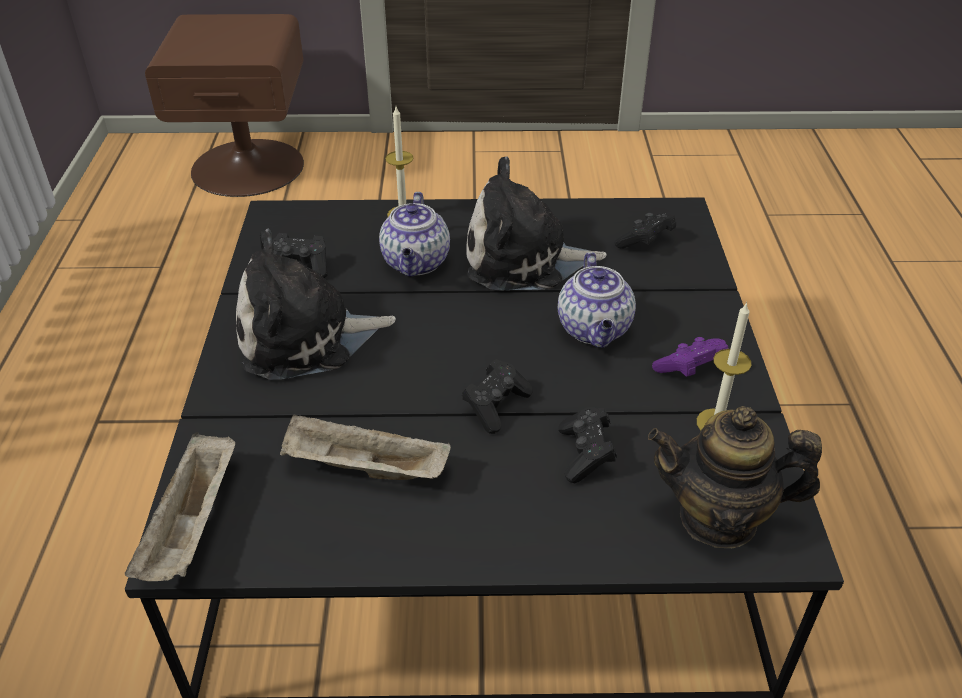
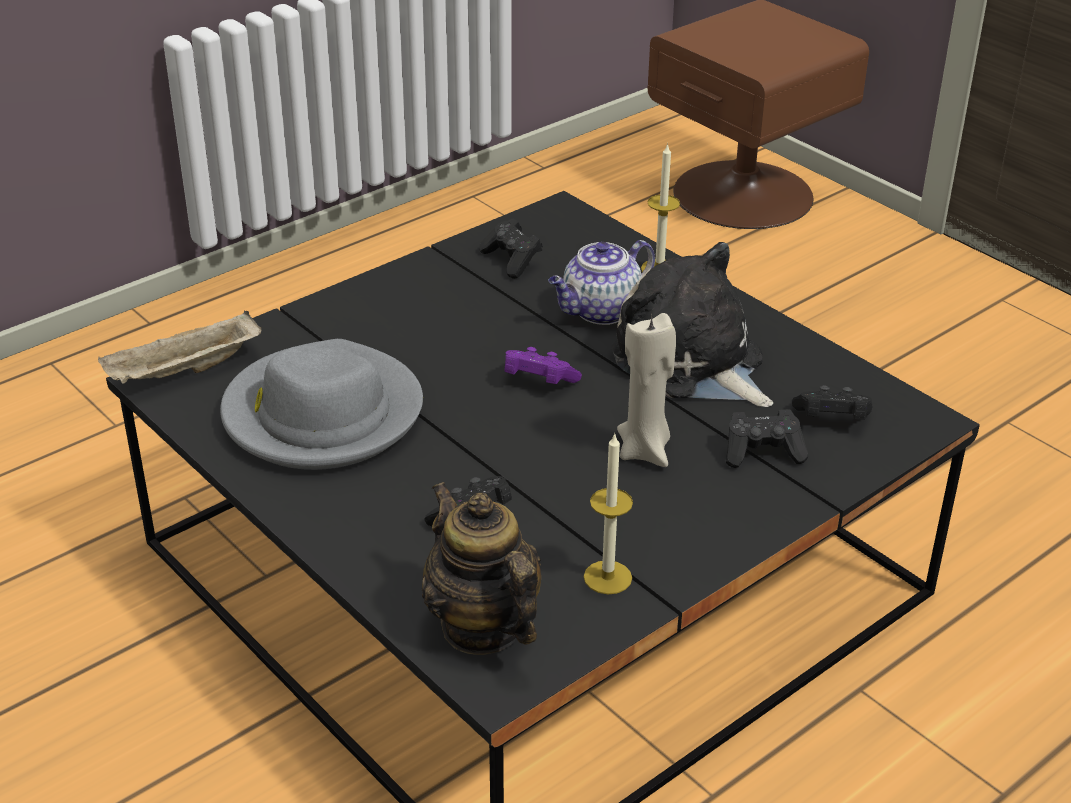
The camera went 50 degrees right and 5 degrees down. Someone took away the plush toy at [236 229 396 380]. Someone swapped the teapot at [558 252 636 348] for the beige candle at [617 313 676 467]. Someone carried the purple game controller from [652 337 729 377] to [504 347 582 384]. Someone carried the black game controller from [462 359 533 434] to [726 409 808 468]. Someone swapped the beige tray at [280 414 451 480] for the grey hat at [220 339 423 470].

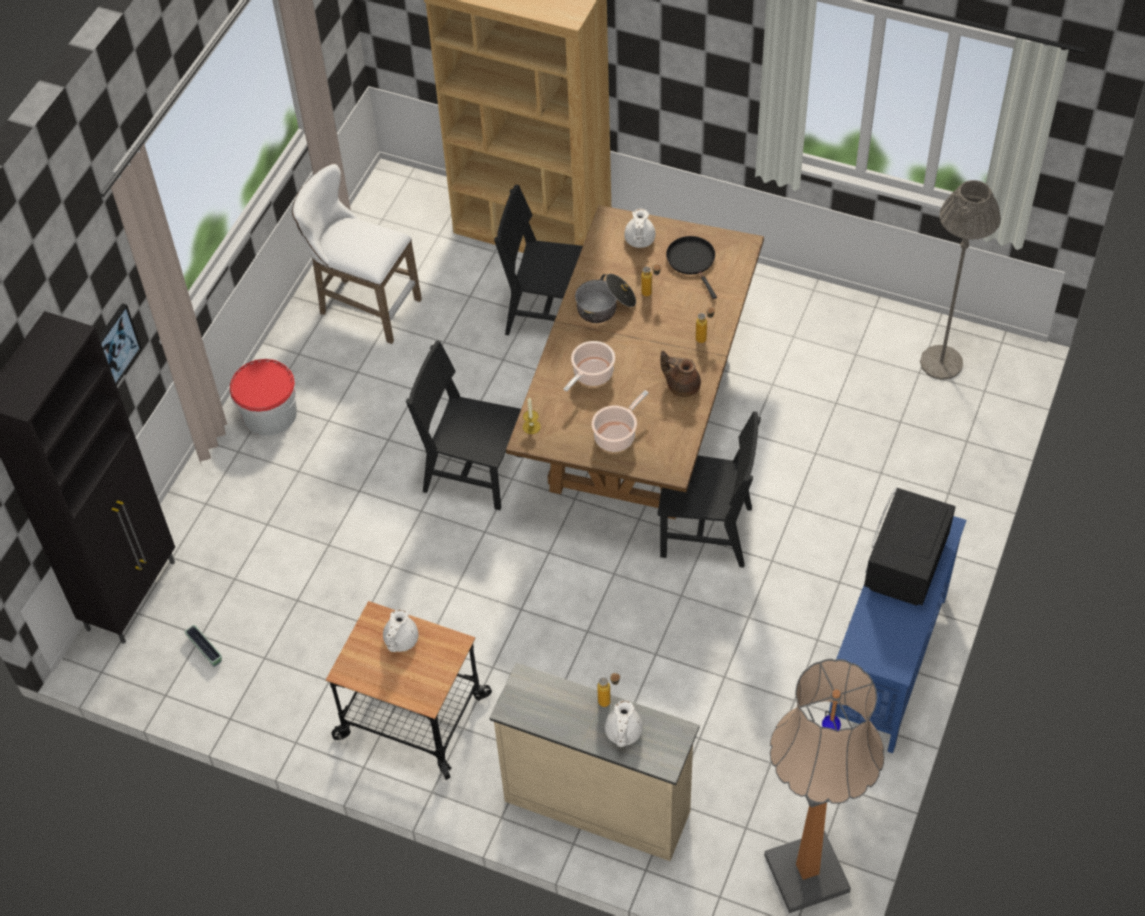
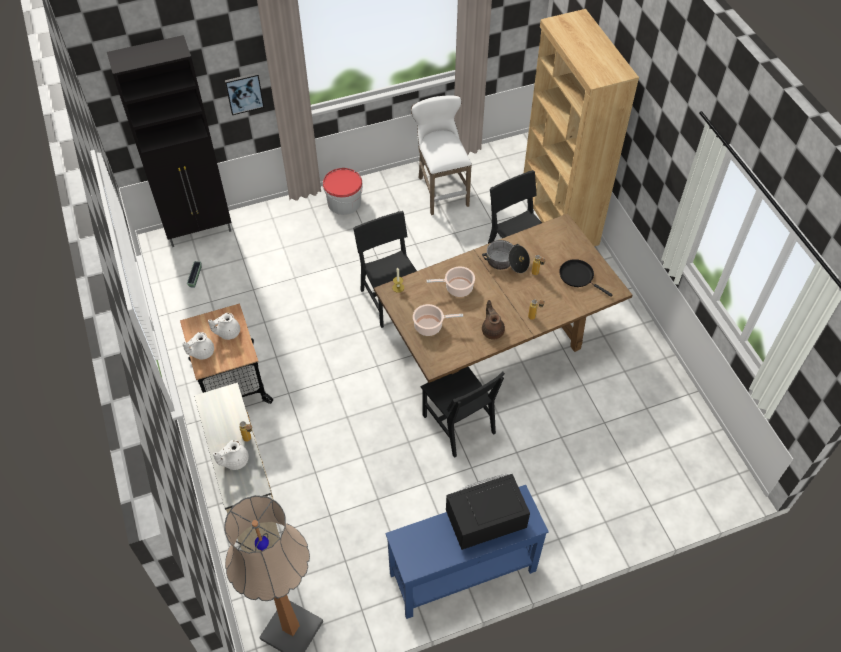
The camera went 45 degrees right and 0 degrees up. Someone took away the grey floor lamp at [920 180 1001 380]. Someone carried the white teapot from [624 209 655 248] to [182 332 214 360]. Someone rotated the black frying pan at [666 236 717 299] by 75 degrees counterclockwise.

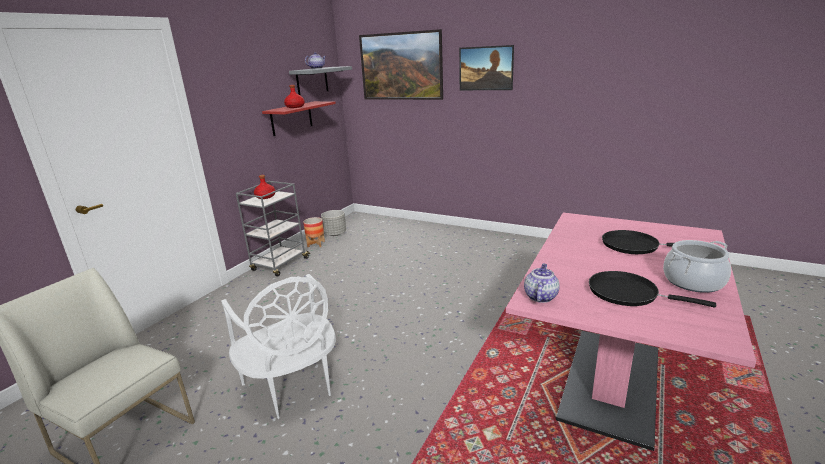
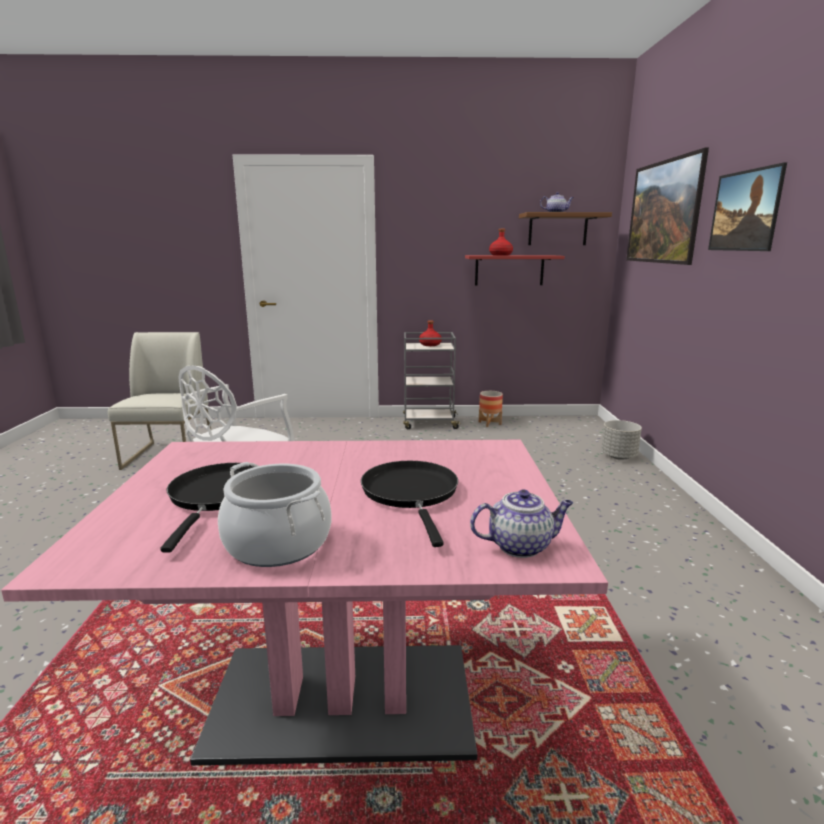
The camera went 60 degrees right and 5 degrees down. Someone repainted the grey shelf at [289 66 352 96], which became the brown shelf at [519 212 612 245]. Someone carried the grey planter from [321 210 346 236] to [601 420 642 460]. Someone carried the teapot from [524 263 559 303] to [470 489 573 558].

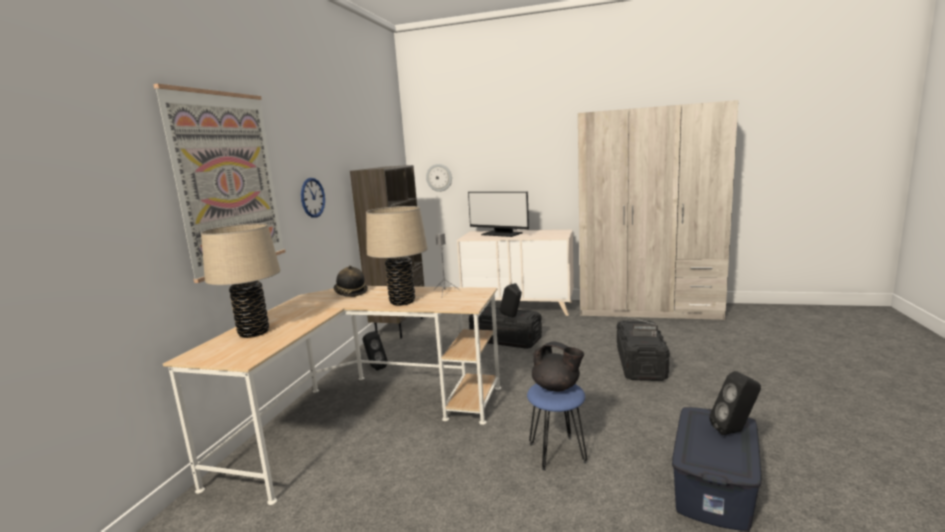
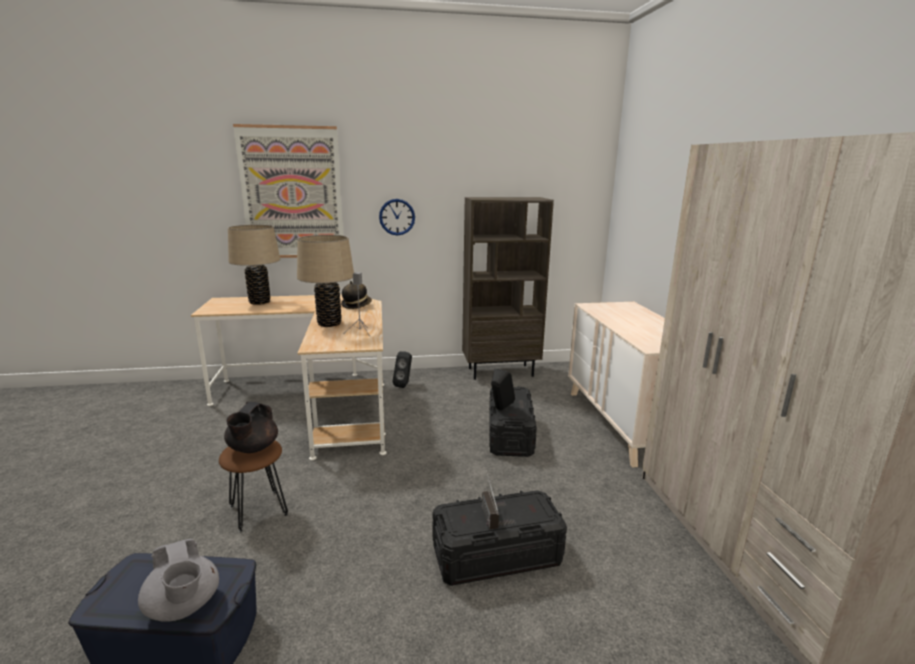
The camera went 65 degrees right and 5 degrees up. Someone took away the wall clock at [426 164 452 192]. Someone took away the monitor at [468 192 529 237]. Someone swapped the black speaker at [709 371 761 435] for the grey teapot at [138 539 219 622]. Someone repainted the blue stool at [527 383 587 471], which became the brown stool at [219 440 288 532].

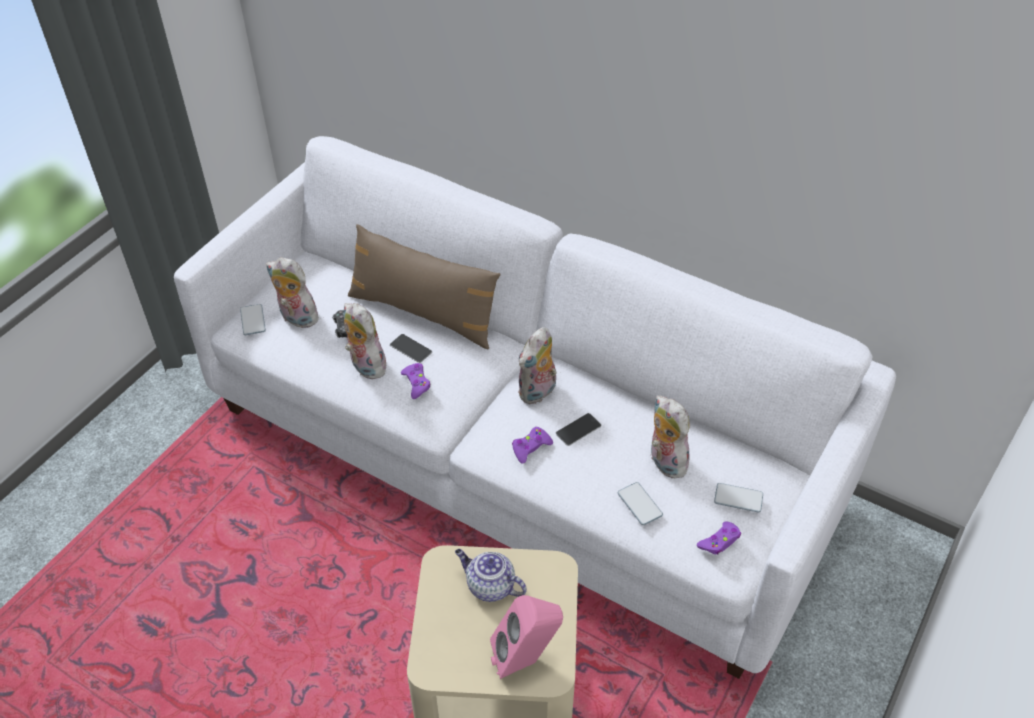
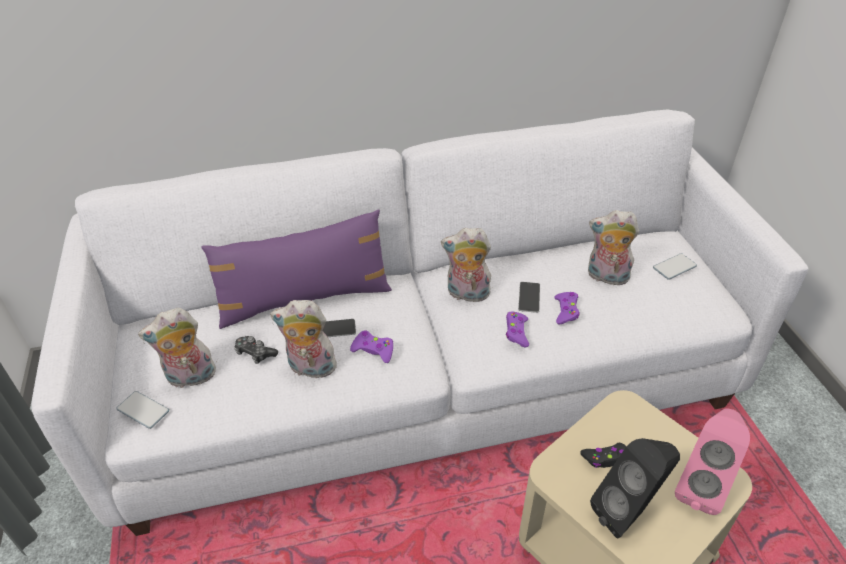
The camera went 45 degrees left and 5 degrees down. Someone repainted the brown pillow at [348 224 500 349], which became the purple pillow at [201 210 392 329]. Someone rotated the plush toy at [518 327 557 404] by 105 degrees clockwise. Someone took away the phone at [618 482 663 525]. Someone carried the purple game controller from [697 521 741 555] to [554 292 580 324]. Someone swapped the teapot at [455 549 527 602] for the black game controller at [580 443 626 468]. Someone put down the black speaker at [590 438 680 538].

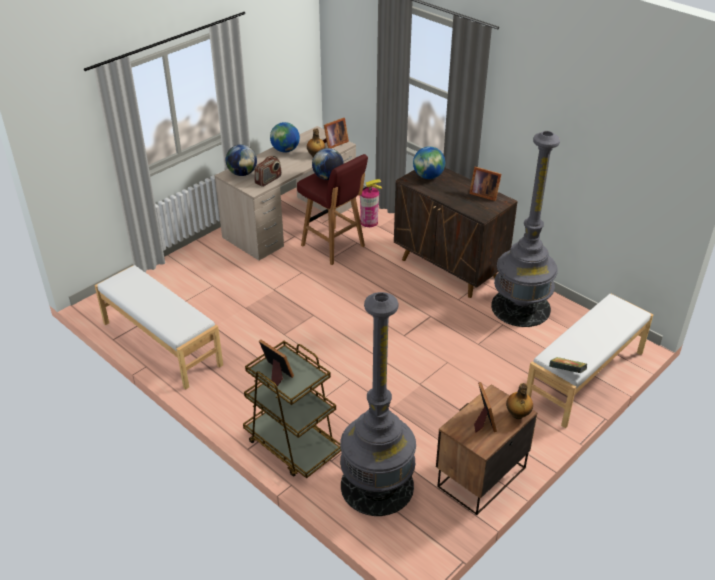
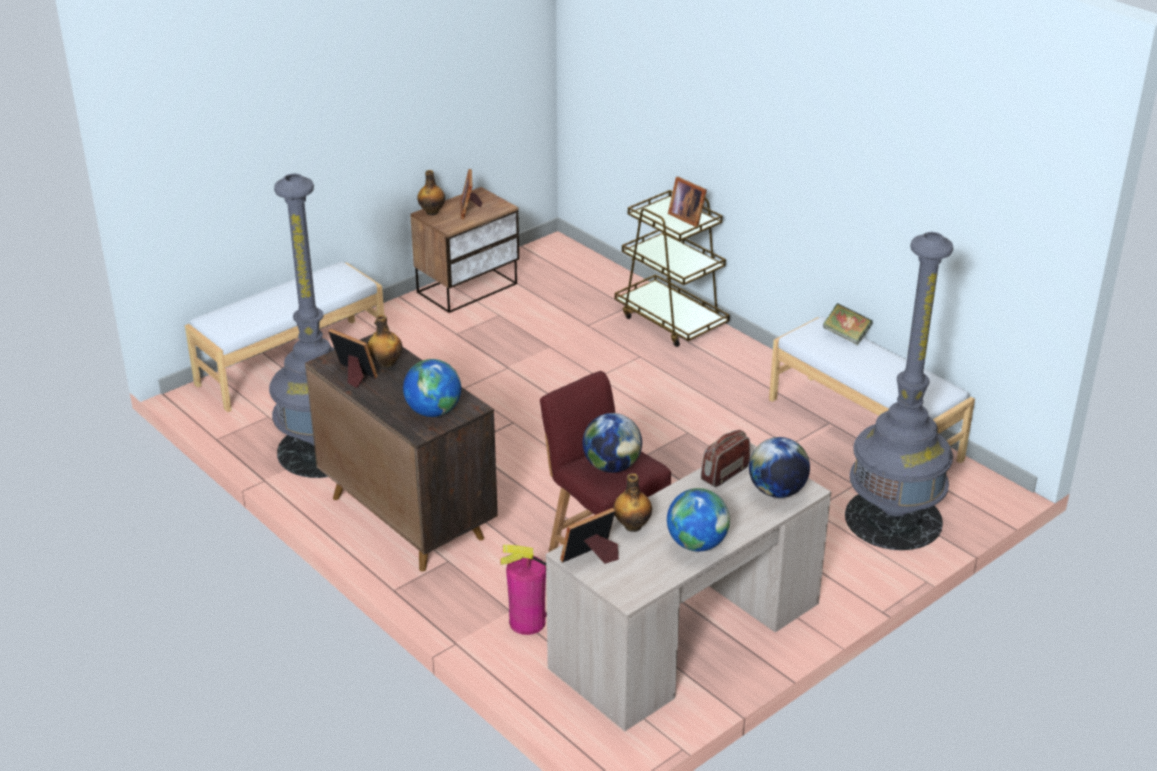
The camera went 175 degrees left and 5 degrees down. Someone carried the grey floor lamp from [340 292 416 516] to [845 232 953 550]. Someone carried the book from [549 357 587 373] to [823 303 872 345]. Someone put down the bottle at [367 315 403 368].

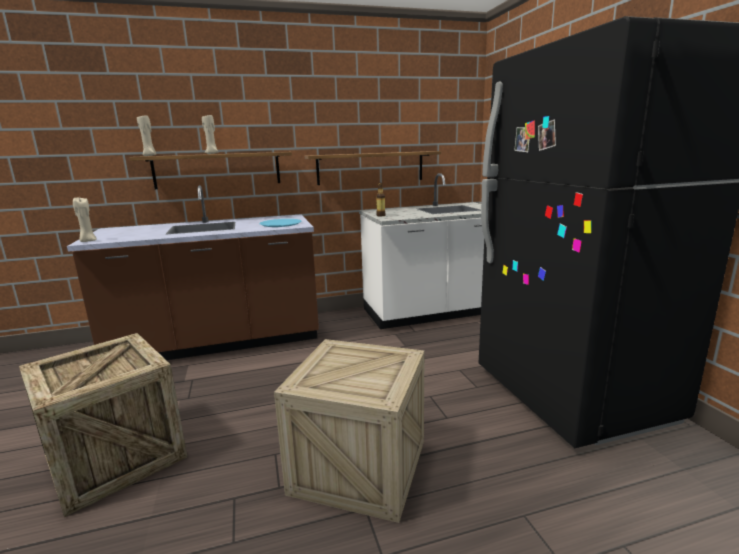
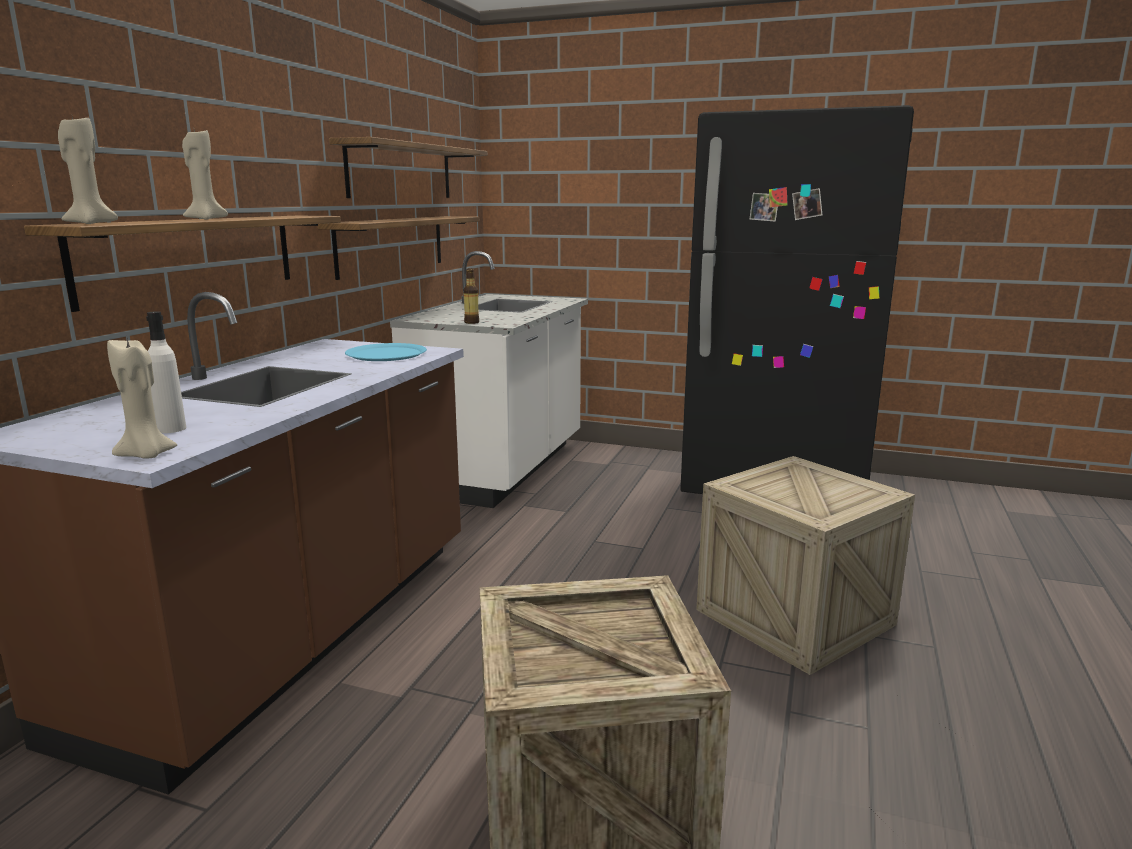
The camera went 55 degrees left and 0 degrees up. Someone put up the shelf at [329 137 488 198]. Someone put down the white bottle at [146 311 186 433].

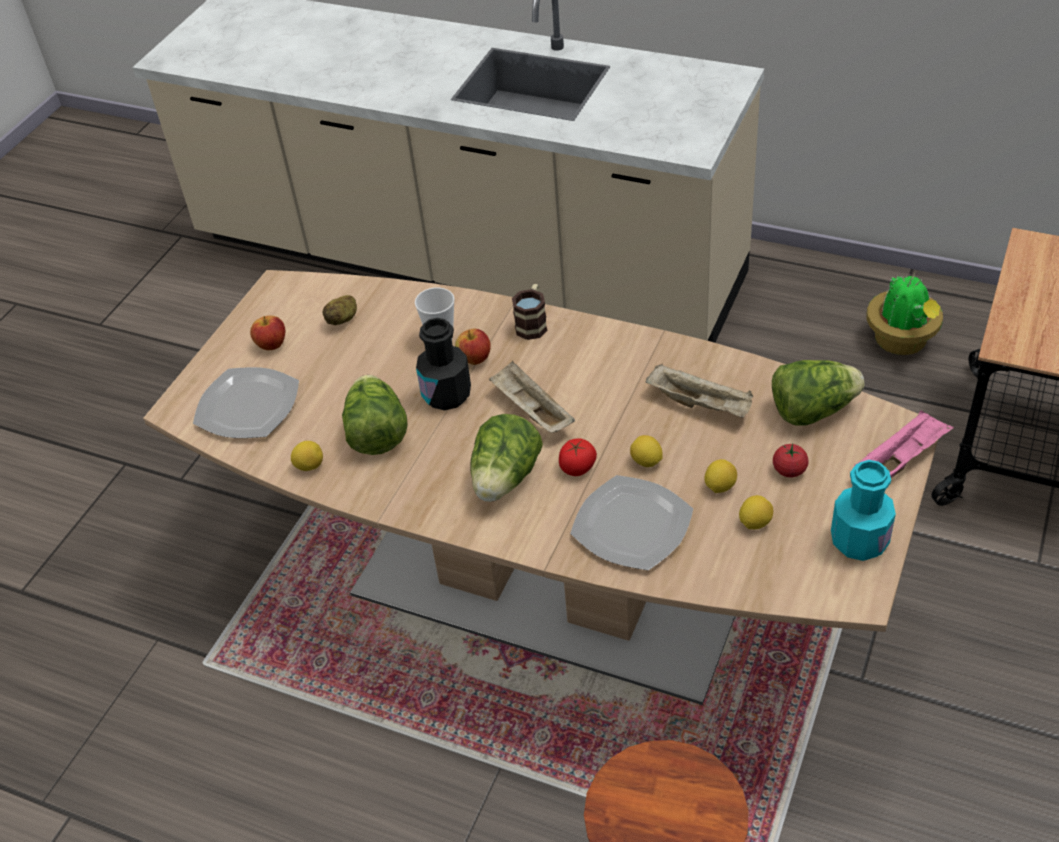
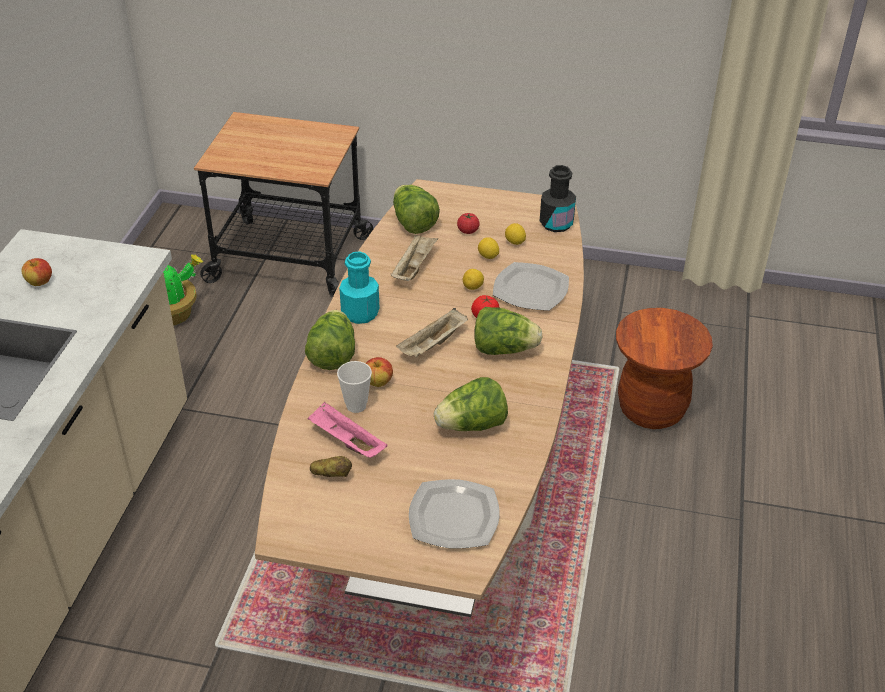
The camera went 105 degrees left and 5 degrees down. Someone swapped the mug at [512 284 547 340] for the lettuce at [305 310 355 370]. Someone carried the apple from [250 316 285 350] to [21 258 52 286]. Someone carried the black bottle from [416 318 471 410] to [540 165 576 232]. Someone carried the pink tray from [854 410 954 478] to [308 402 388 458]. Someone took away the lemon at [291 441 323 471]. Someone carried the turquoise bottle from [831 460 896 561] to [339 251 379 324].

